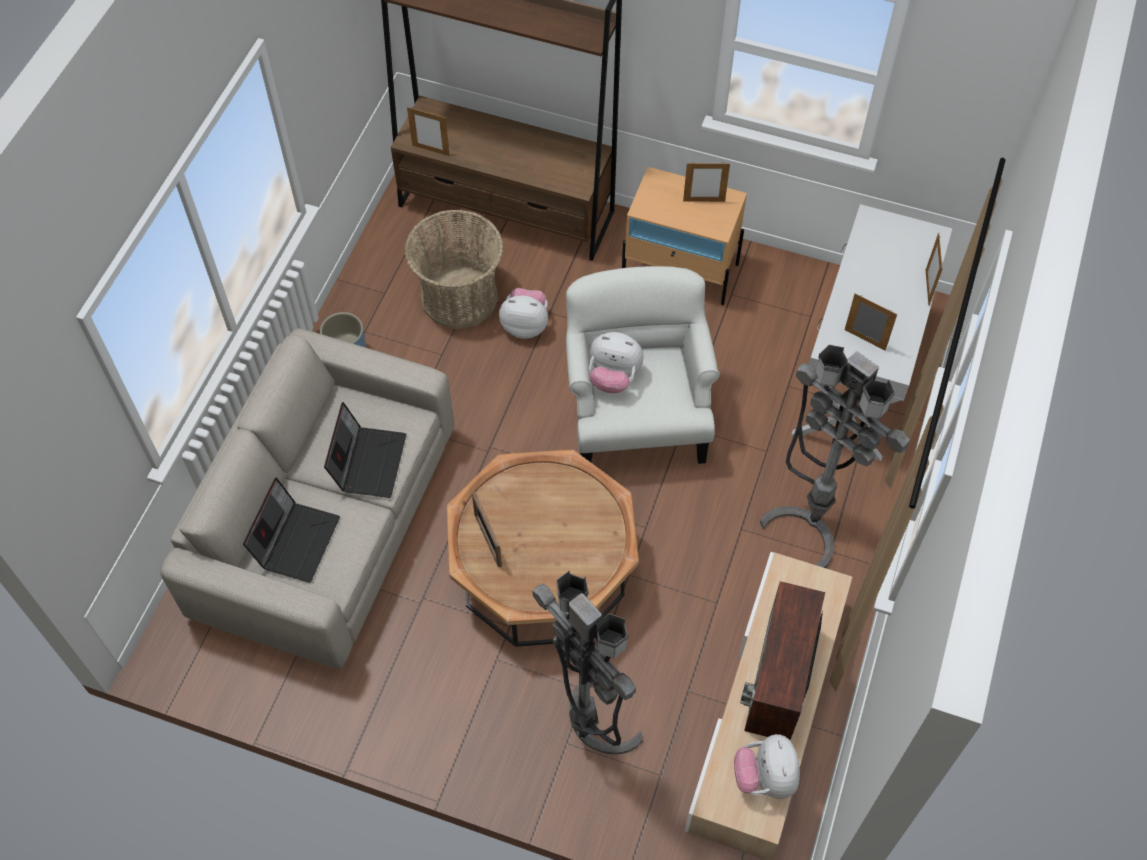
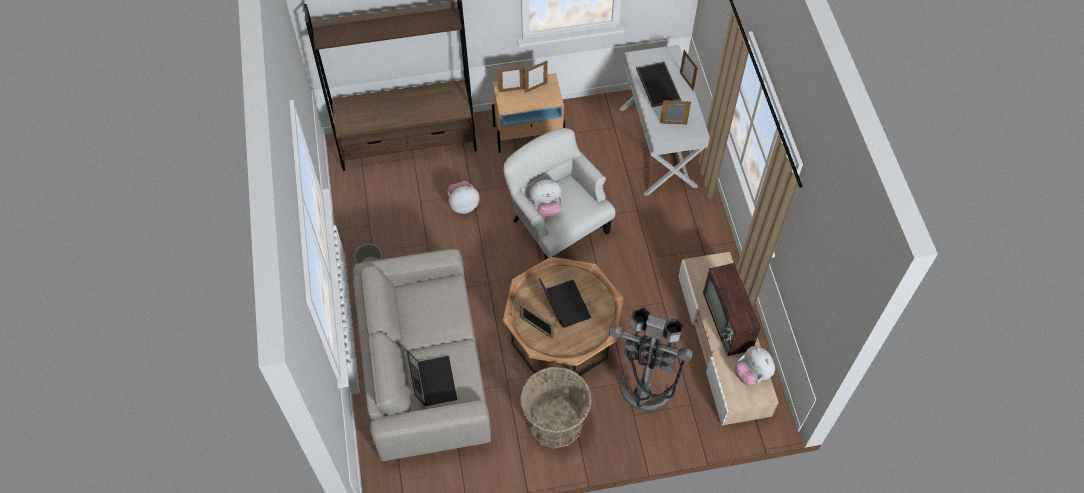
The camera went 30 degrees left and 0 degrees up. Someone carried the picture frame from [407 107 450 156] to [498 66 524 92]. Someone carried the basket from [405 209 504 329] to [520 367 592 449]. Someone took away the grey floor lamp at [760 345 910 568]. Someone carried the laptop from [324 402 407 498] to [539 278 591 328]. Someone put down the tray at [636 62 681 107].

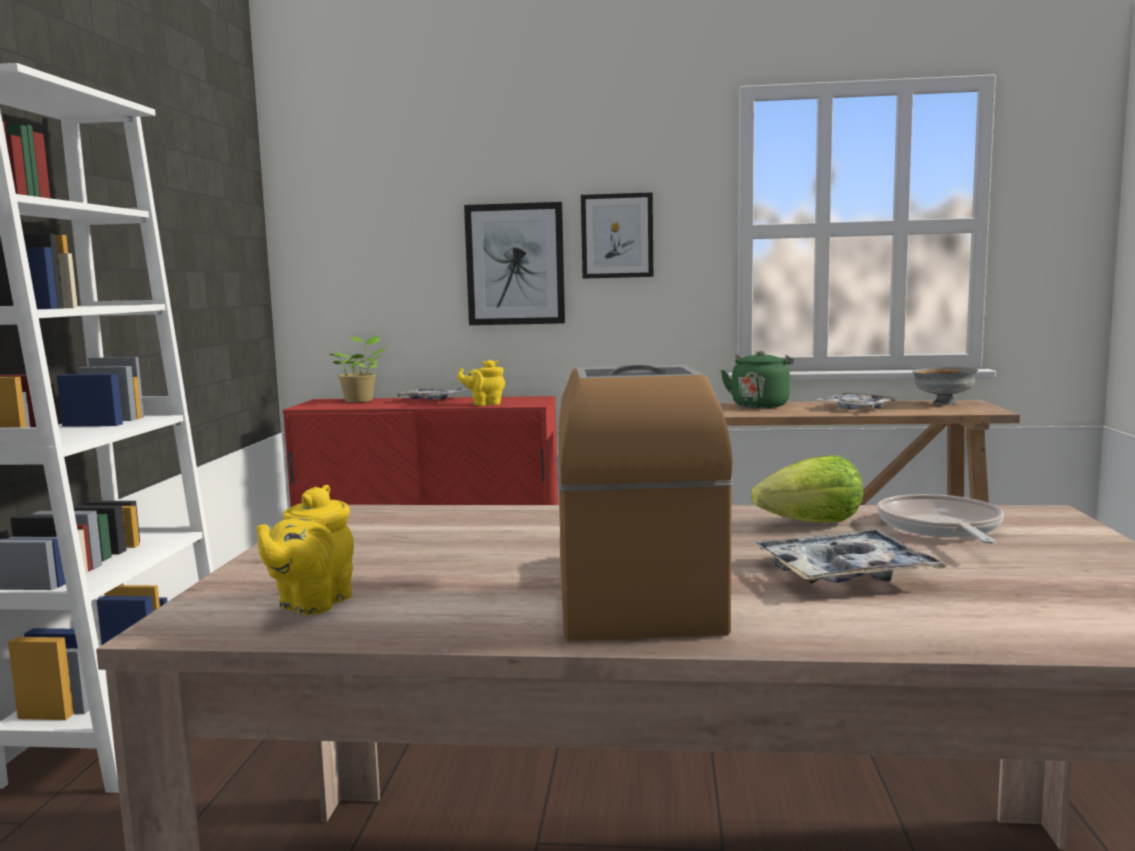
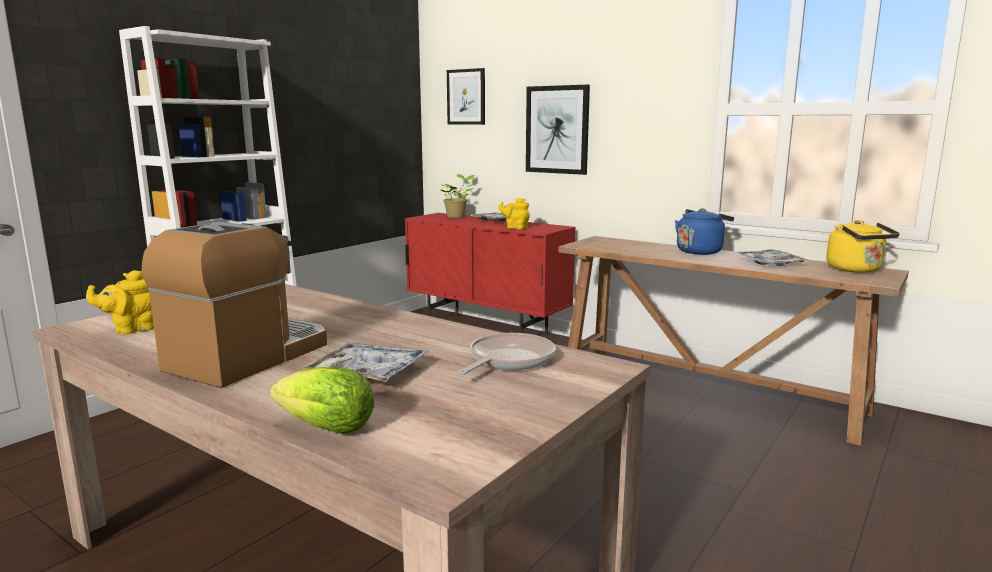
The camera went 30 degrees right and 5 degrees up. Someone carried the picture from [581 192 653 279] to [447 68 485 125]. Someone repainted the green kettle at [720 351 794 408], which became the blue kettle at [675 208 734 255]. Someone swapped the grey bowl at [912 367 978 405] for the yellow kettle at [826 220 900 273]. Someone carried the lettuce from [751 455 863 523] to [270 367 374 434].

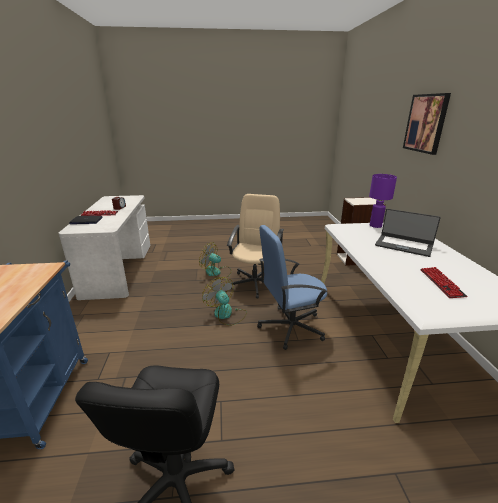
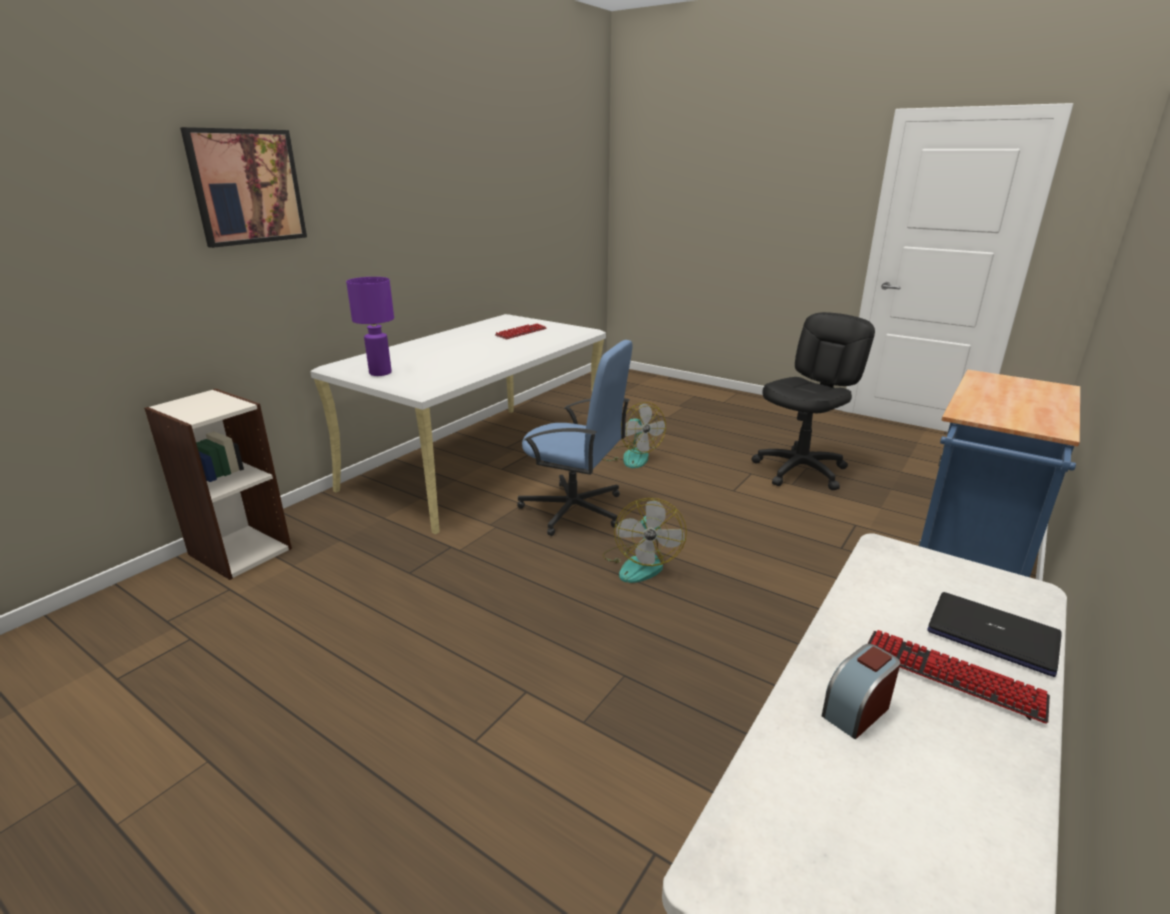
The camera went 140 degrees left and 0 degrees up. Someone took away the beige office chair at [227 194 284 298]. Someone took away the laptop at [375 209 441 257]. Someone carried the fan from [199 242 232 278] to [602 402 666 468].

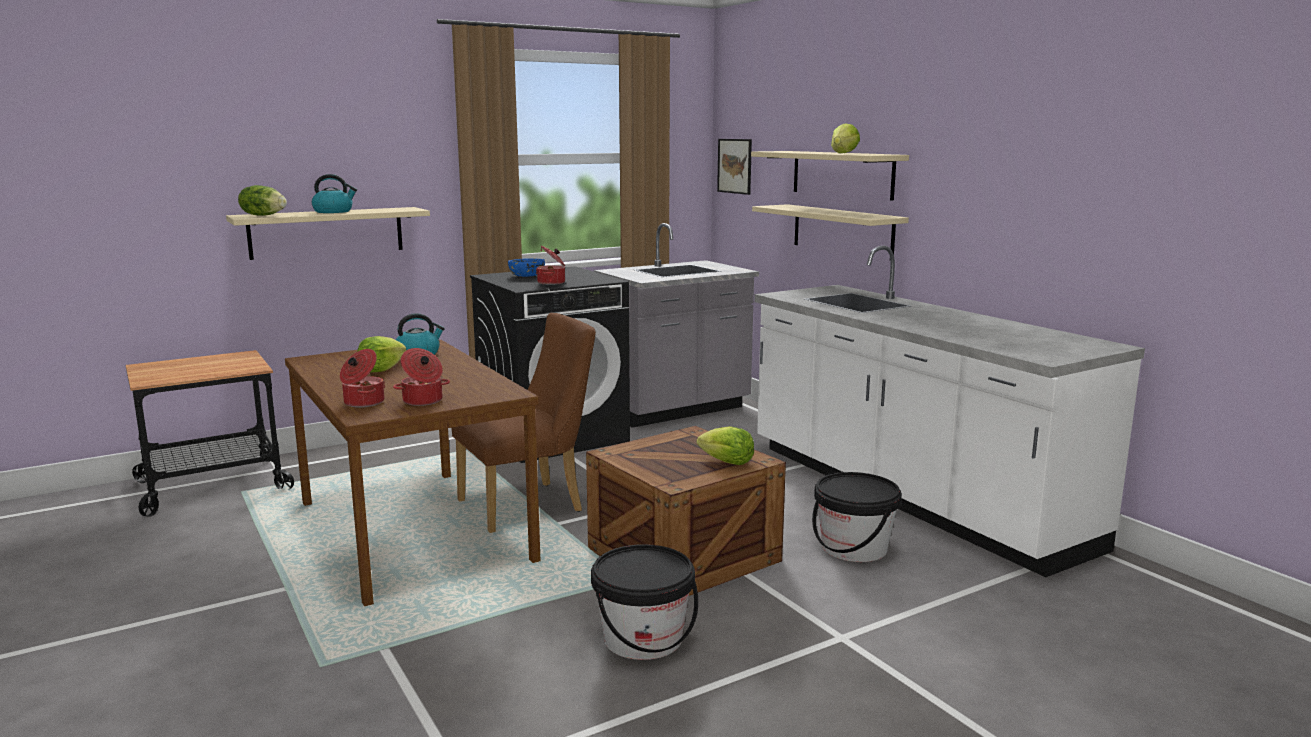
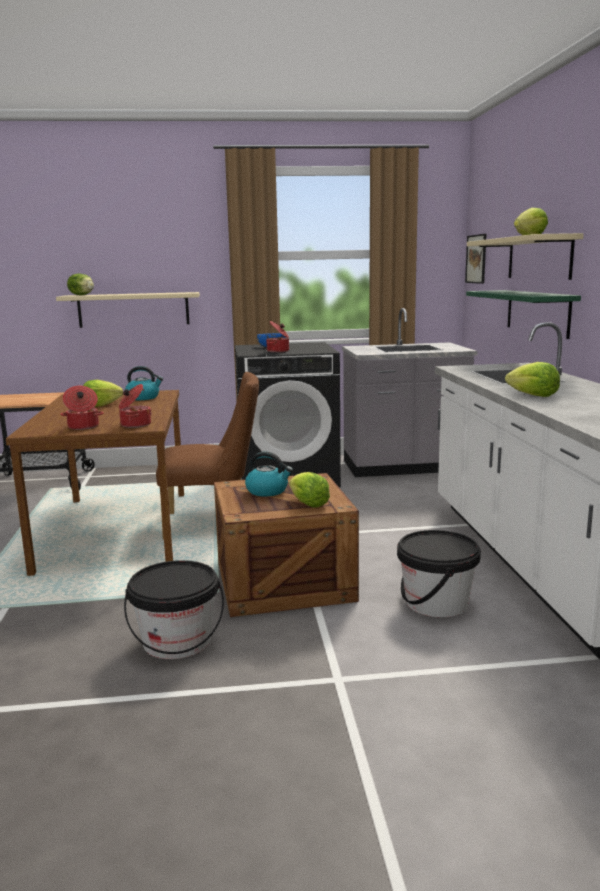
The camera went 25 degrees right and 0 degrees up. Someone carried the kettle from [312 174 357 213] to [245 452 293 497]. Someone repainted the beige shelf at [752 204 909 254], which became the green shelf at [466 290 581 339]. Someone carried the cooking pot from [340 349 385 407] to [119 384 152 428]. Someone put down the lettuce at [505 362 560 397].

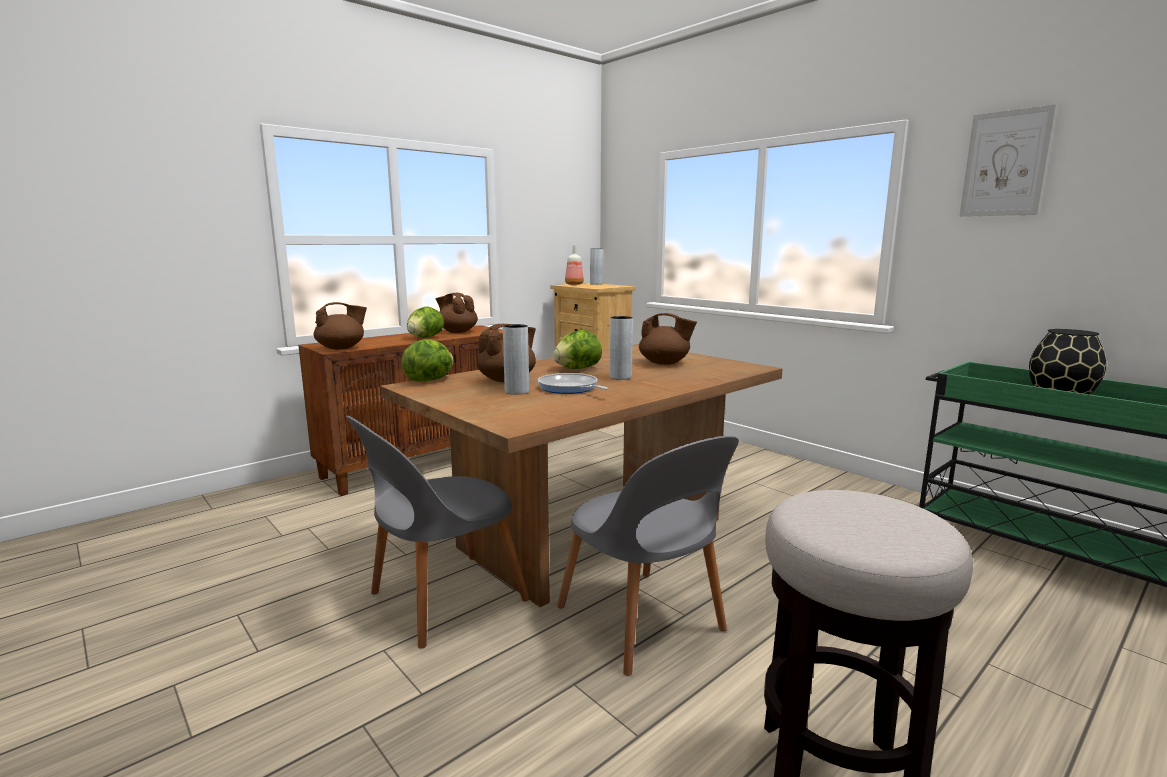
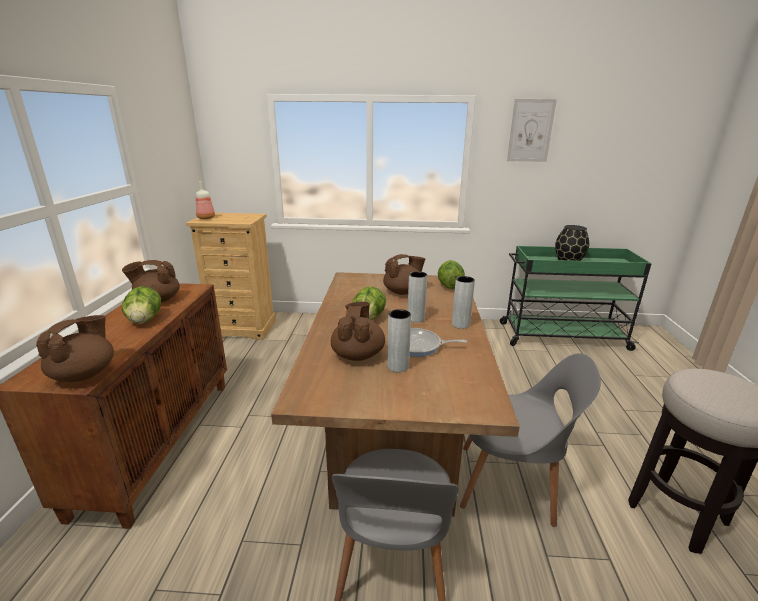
The camera went 45 degrees left and 10 degrees up. Someone carried the grey vase from [590 249 603 285] to [452 276 475 329]. Someone carried the lettuce from [401 339 454 382] to [438 260 465 289].

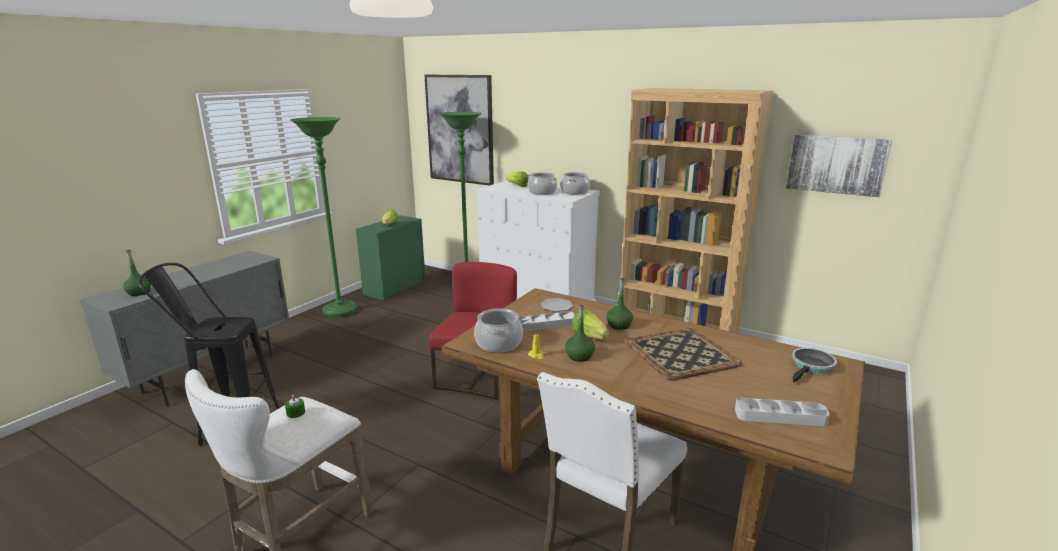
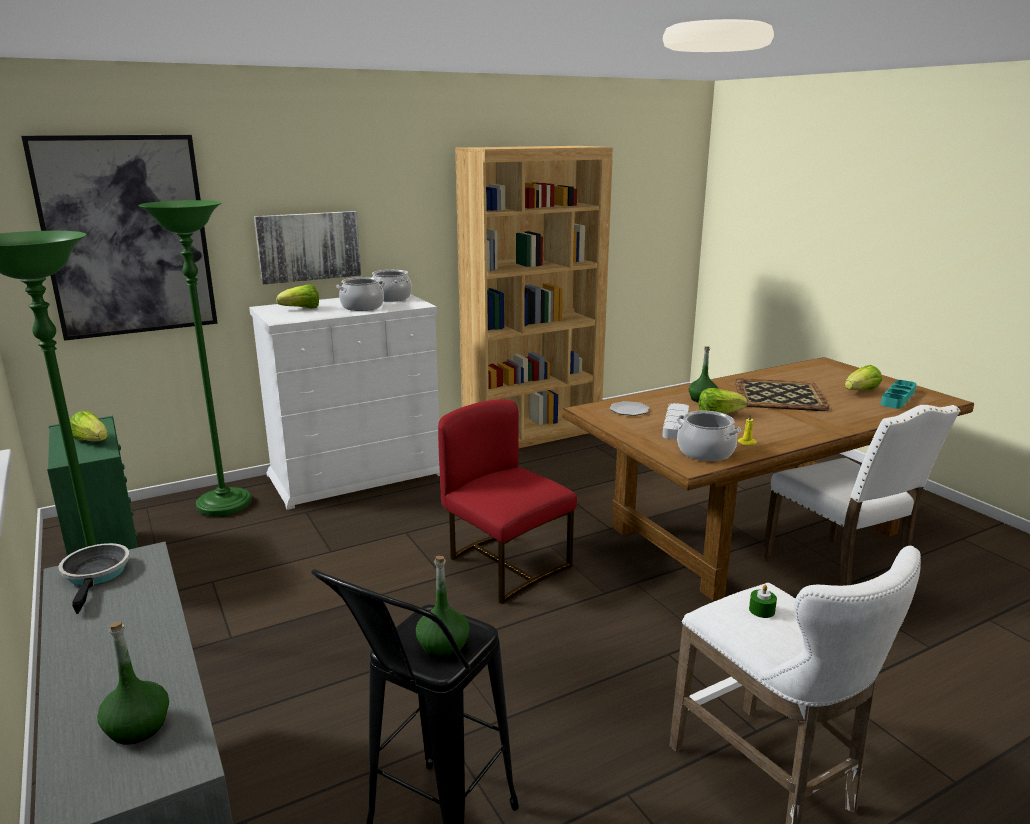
The camera went 60 degrees left and 0 degrees up. Someone carried the picture from [786 135 892 197] to [254 211 361 284]. Someone carried the green bottle from [565 303 595 362] to [416 556 470 658]. Someone carried the frying pan from [792 348 837 383] to [58 543 130 614]. Someone repainted the grey tray at [735 398 830 426], which became the turquoise tray at [881 380 917 409]. Someone put down the lettuce at [845 365 882 390].

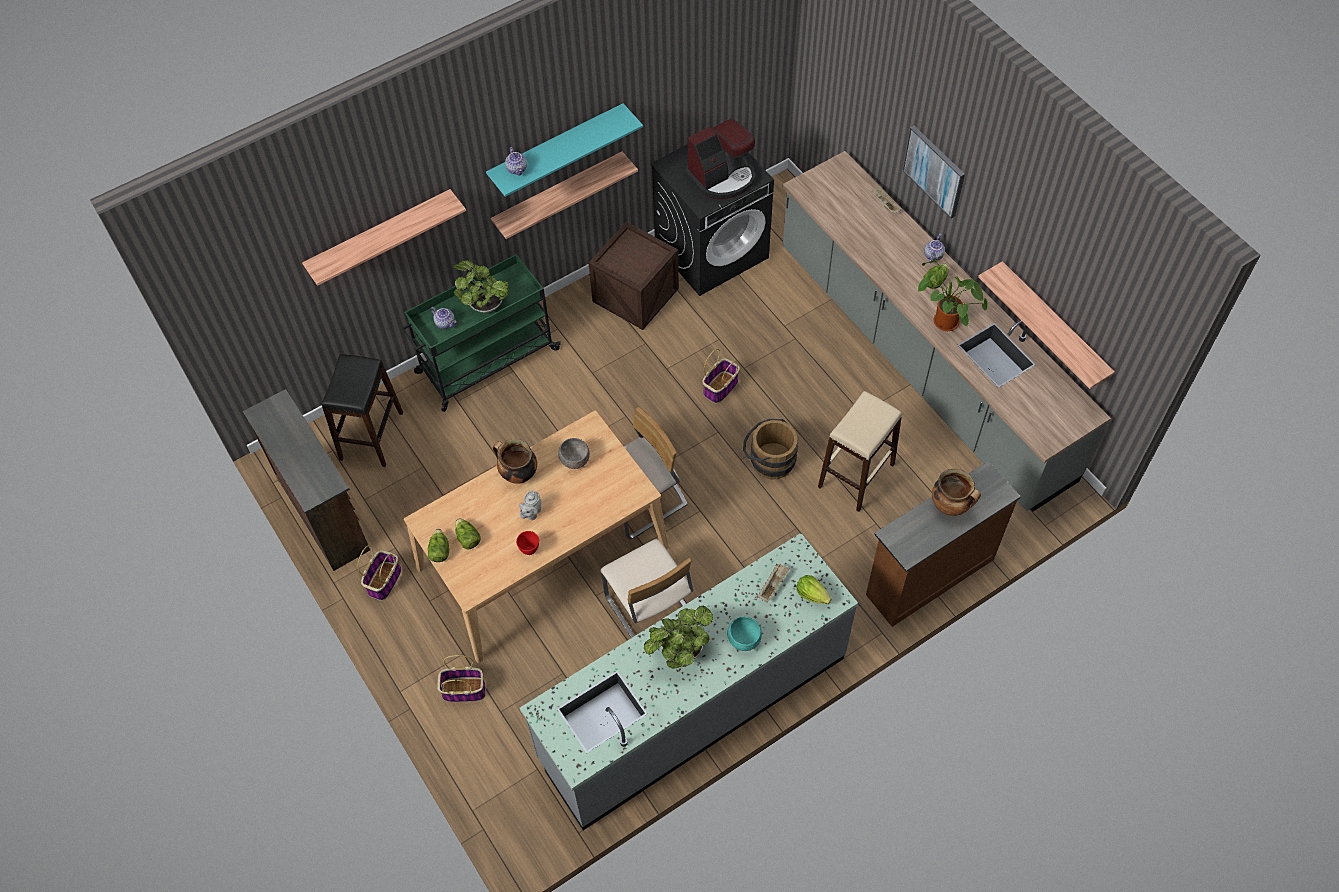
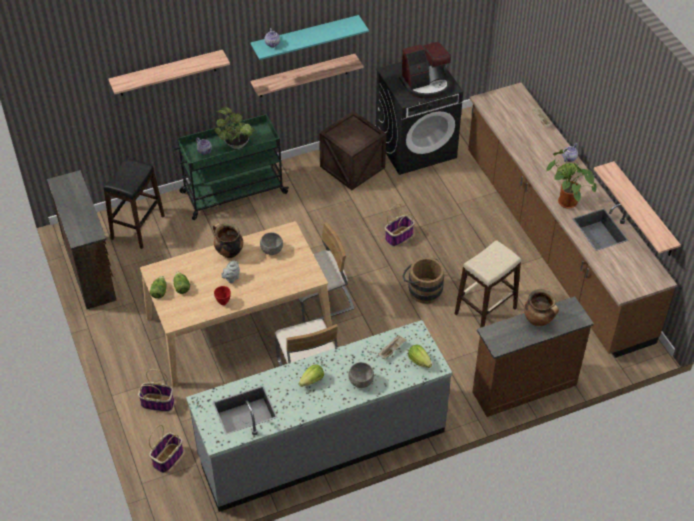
The camera went 10 degrees right and 10 degrees down. Someone took away the picture at [903 126 965 219]. Someone repainted the grey counter at [783 151 1111 512], which became the brown counter at [468 83 677 358]. Someone carried the basket from [358 545 401 601] to [149 425 184 473]. Someone swapped the potted plant at [644 606 713 668] for the lettuce at [299 364 324 387]. Someone repainted the turquoise bowl at [727 617 762 651], which became the grey bowl at [348 362 374 388].

